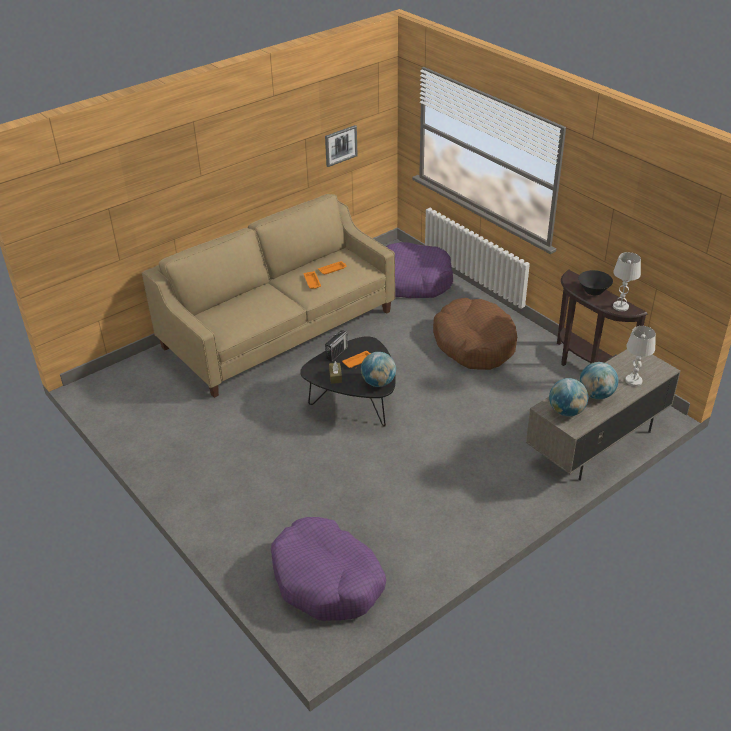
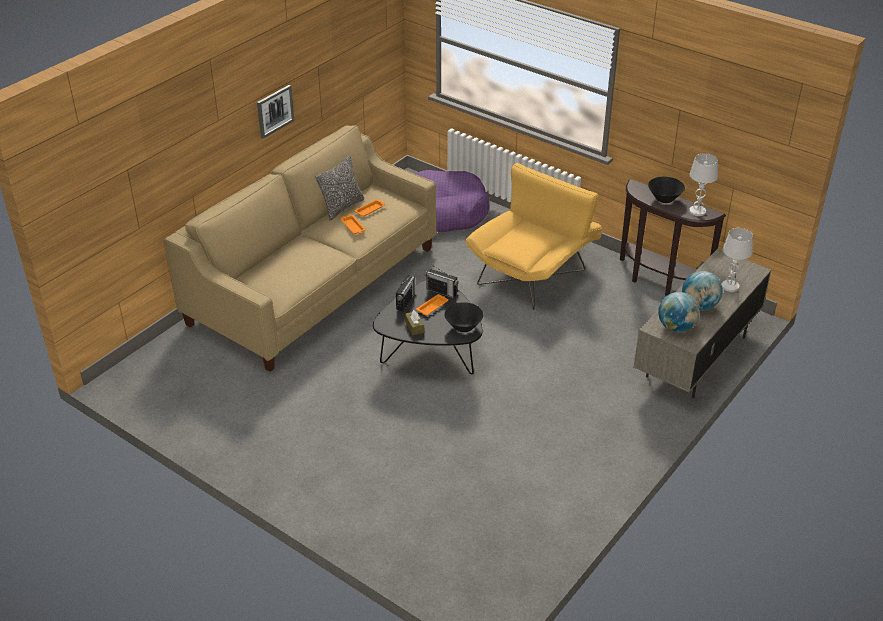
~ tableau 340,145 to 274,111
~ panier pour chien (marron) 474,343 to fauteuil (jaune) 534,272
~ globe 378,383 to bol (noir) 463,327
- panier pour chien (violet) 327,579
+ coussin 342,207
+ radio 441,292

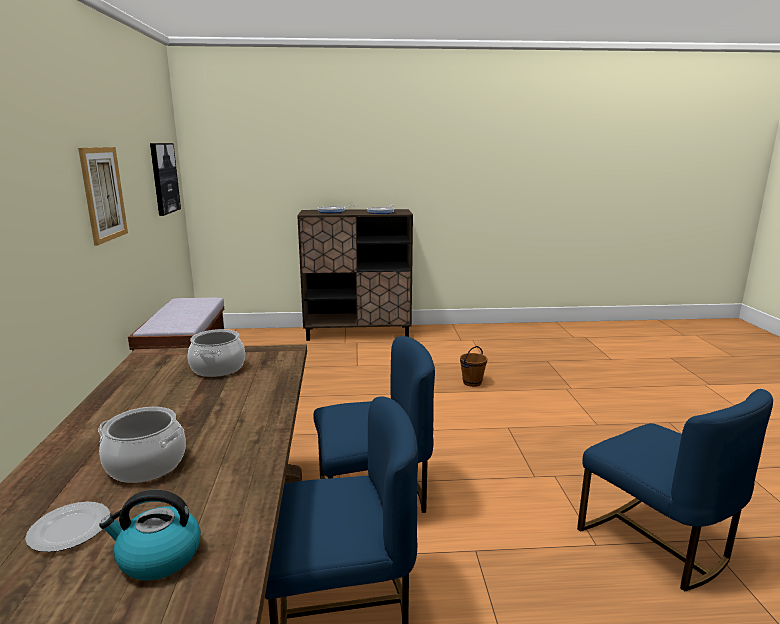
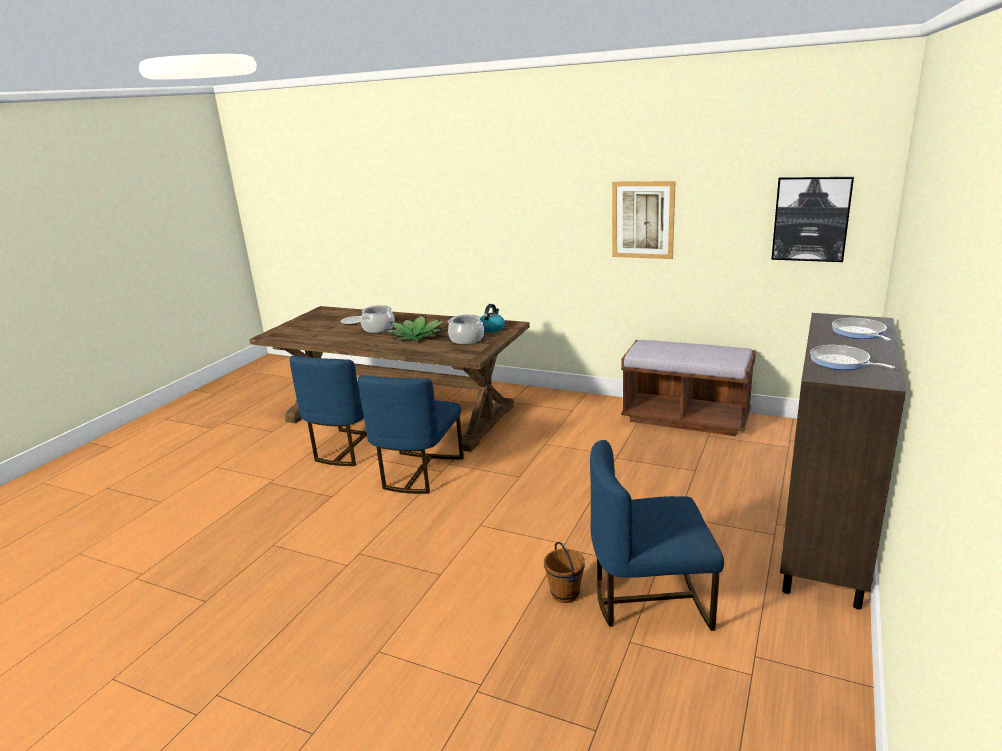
~ chaise (bleu) 656,542 to 650,599
~ bouilloire 158,557 to 491,329
+ plante en pot 416,336

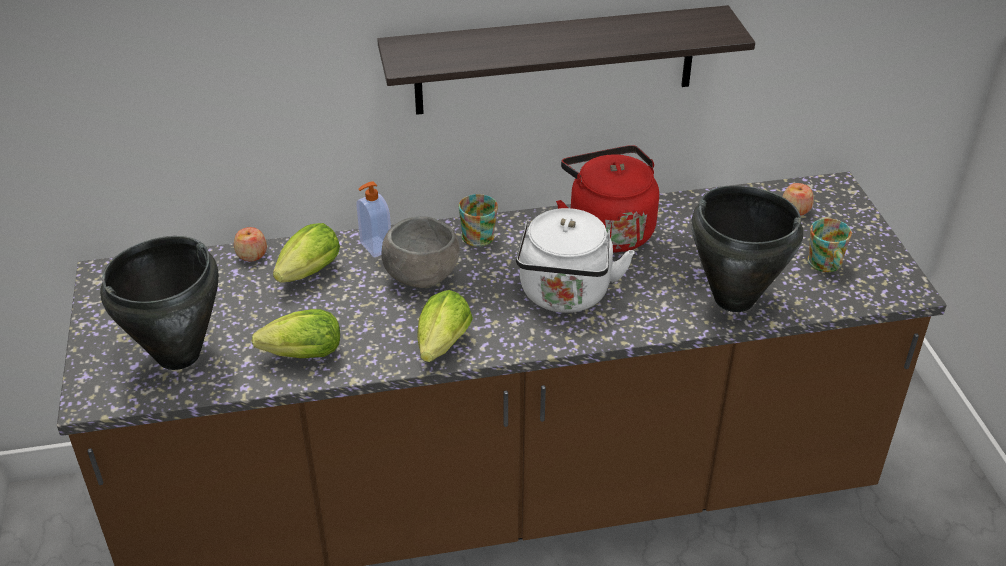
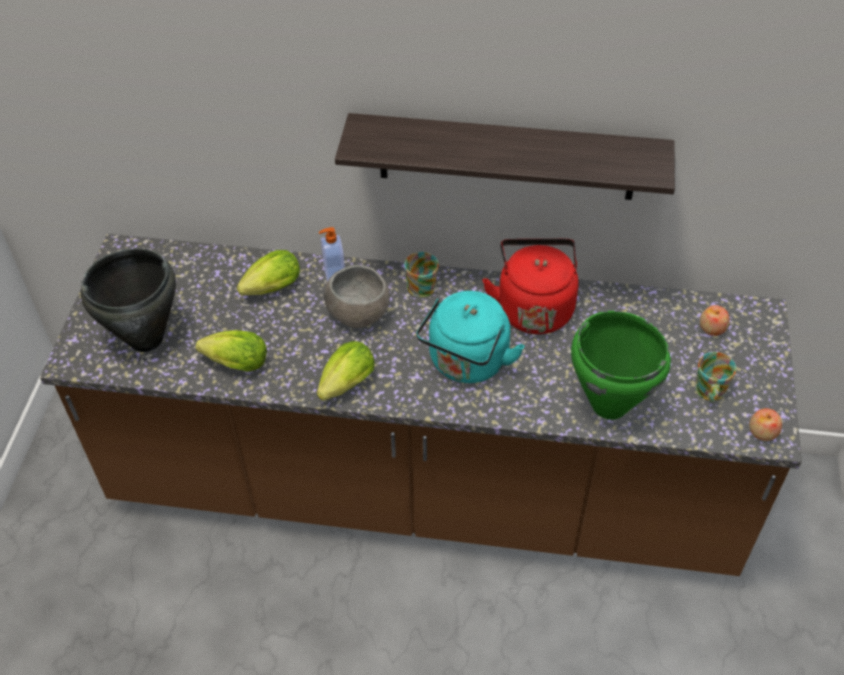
~ marmite (noir) 733,298 to marmite (vert) 609,404
~ bouilloire (blanc) 565,295 to bouilloire (turquoise) 467,363
~ pomme 252,255 to 762,432

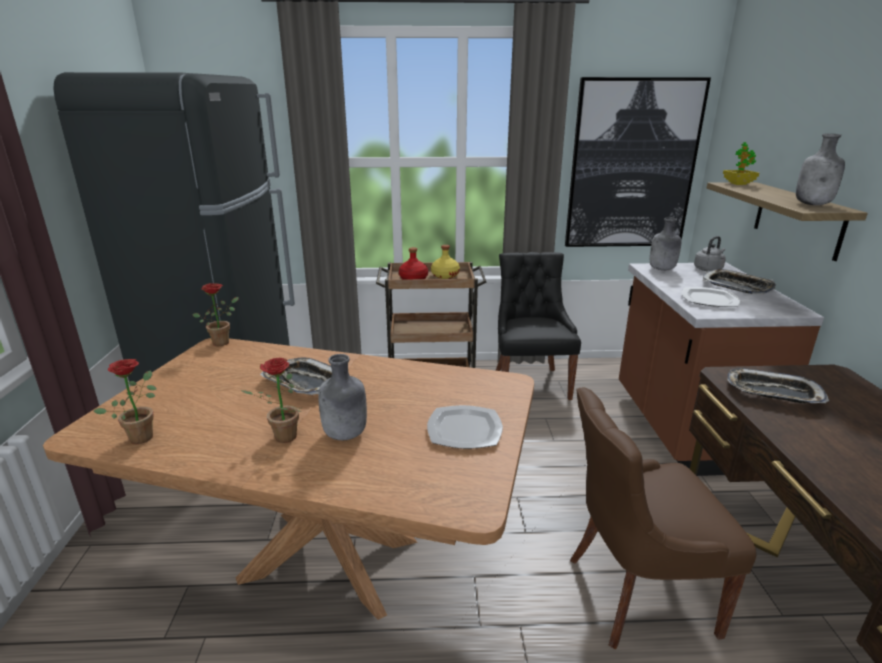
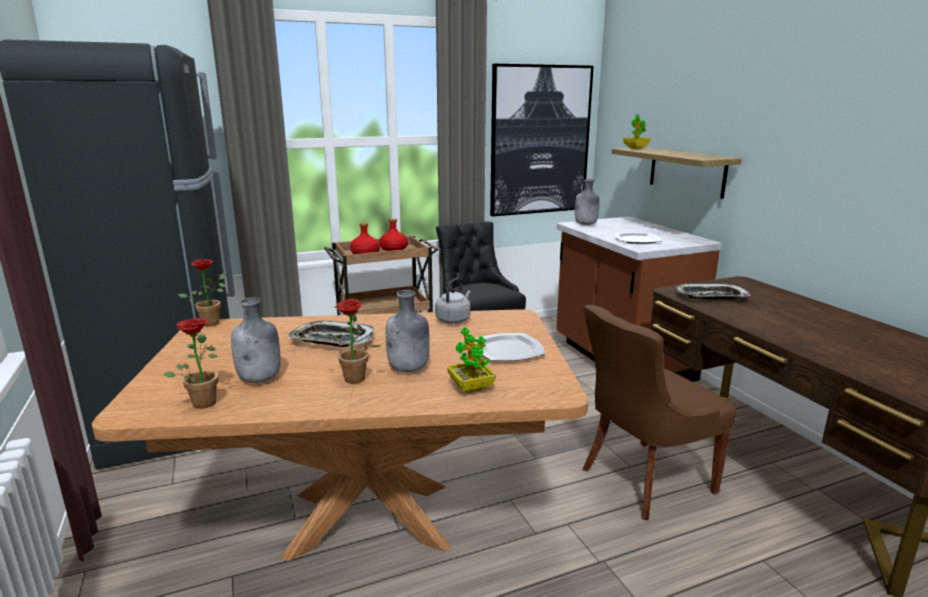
~ bouteille (gris) 813,204 to 260,379
~ bouilloire (gris) 708,269 to 454,319
~ bouteille (jaune) 445,275 to bouteille (rouge) 393,249
- plateau 736,286
+ plante en pot 471,388

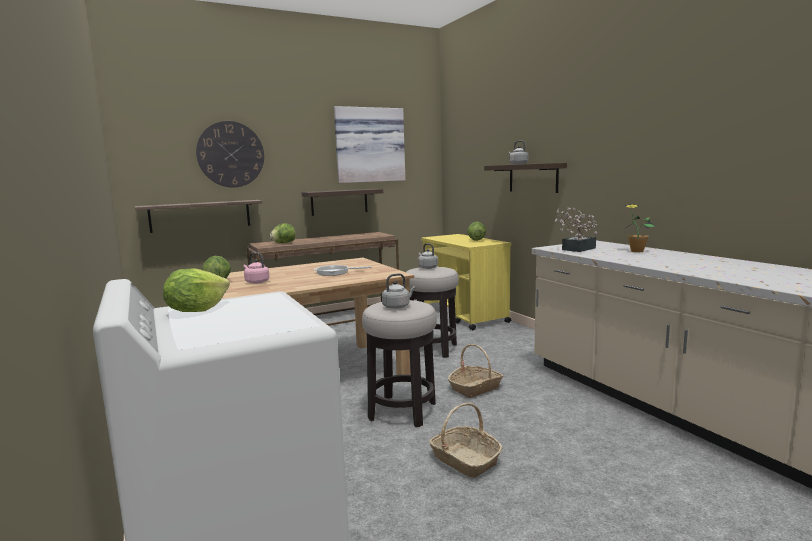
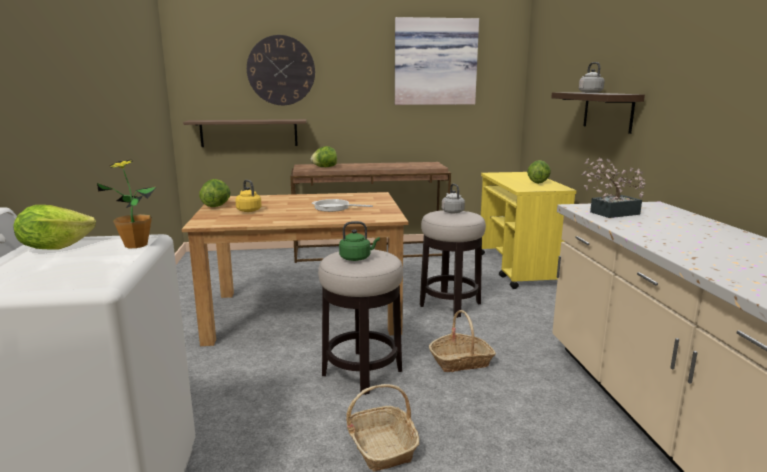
- étagère 339,202
~ plante en pot 637,251 to 136,245
~ bouilloire (rose) 256,282 to bouilloire (jaune) 248,210
~ bouilloire (gris) 397,306 to bouilloire (vert) 357,258

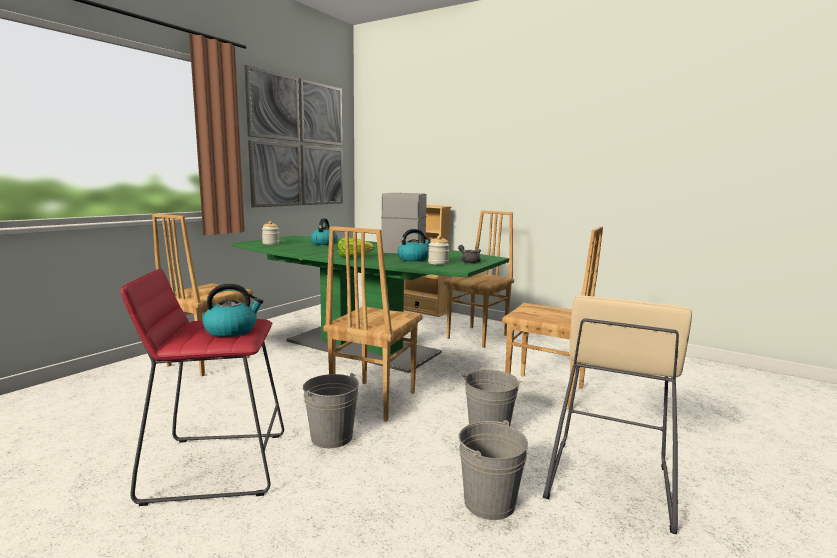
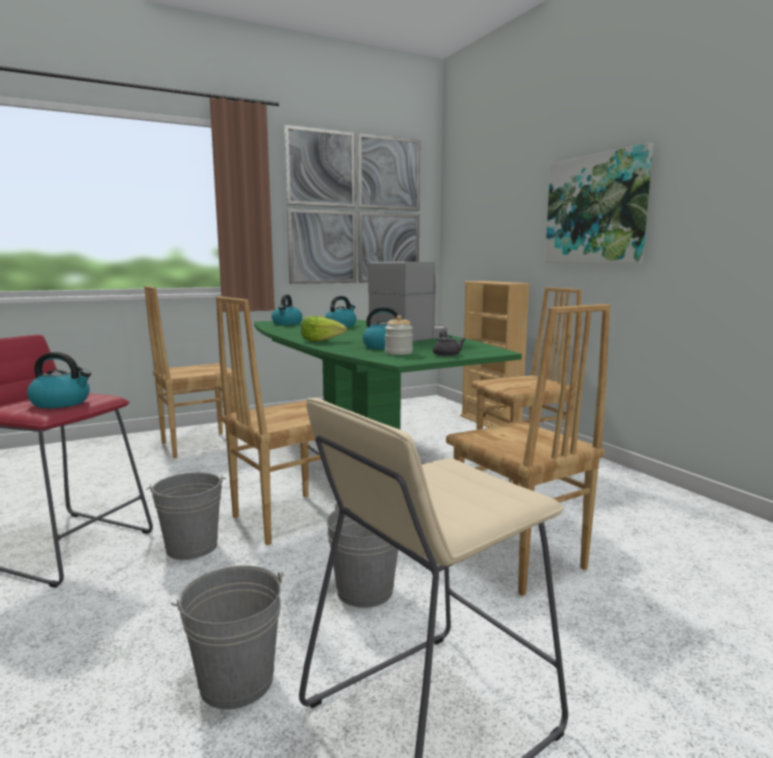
~ bocal 271,243 to bouilloire 287,323
+ tableau 596,209

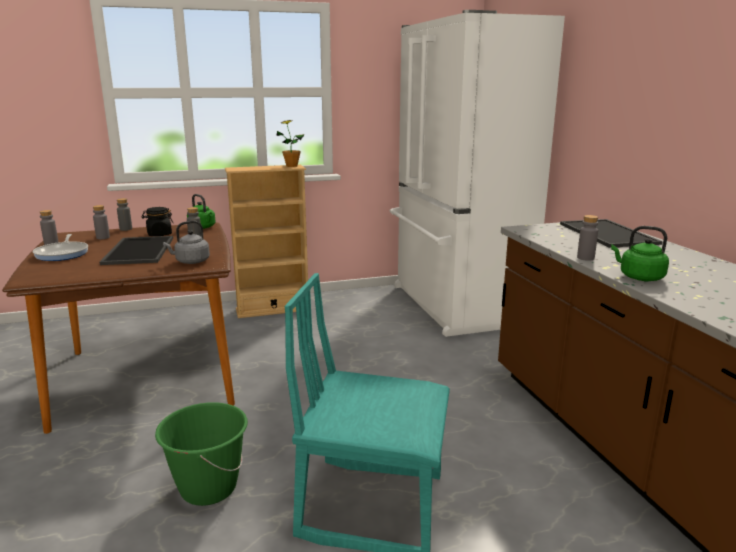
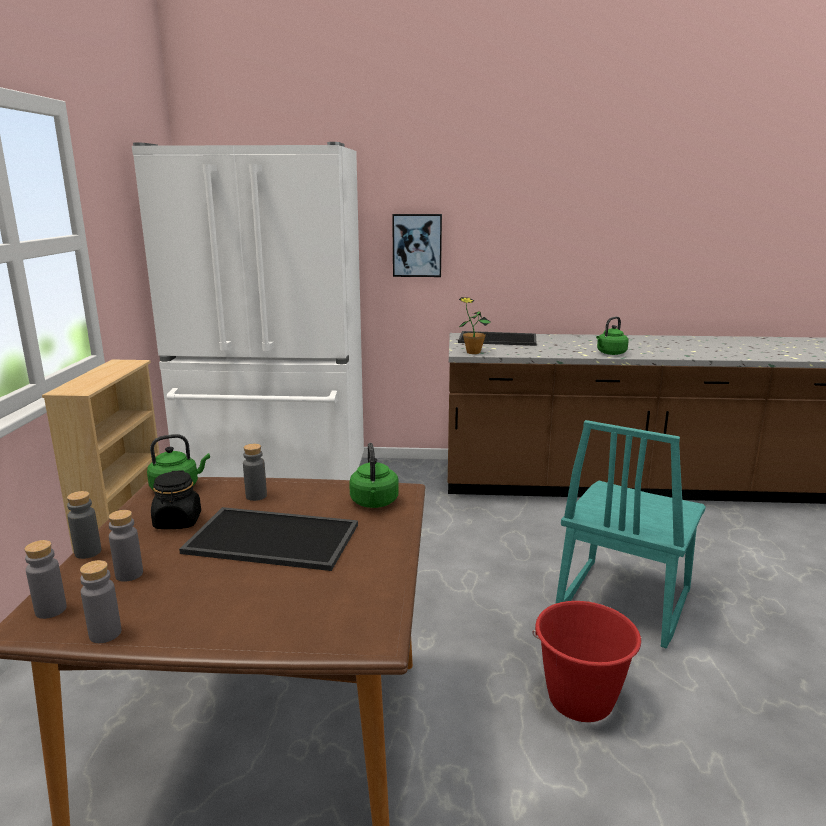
~ plante en pot 291,166 to 473,352
~ bouteille (gris) 585,258 to 51,610
~ bouilloire (gris) 190,262 to bouilloire (vert) 374,503
- poêle 63,253
~ seau (vert) 208,488 to seau (rouge) 580,700
+ tableau 417,245

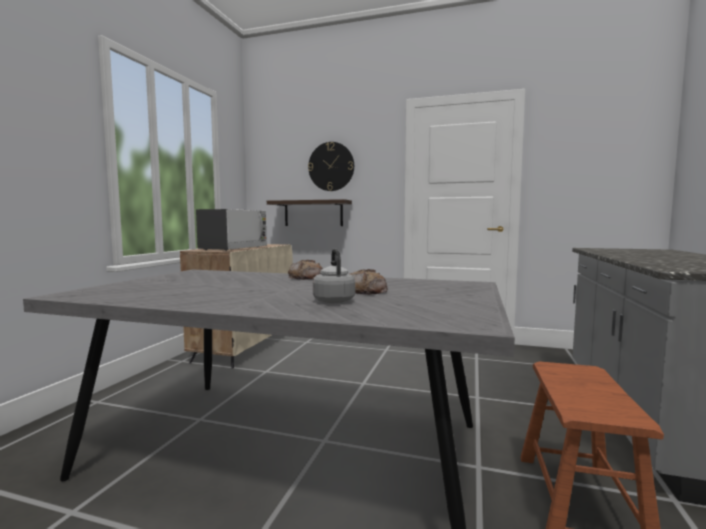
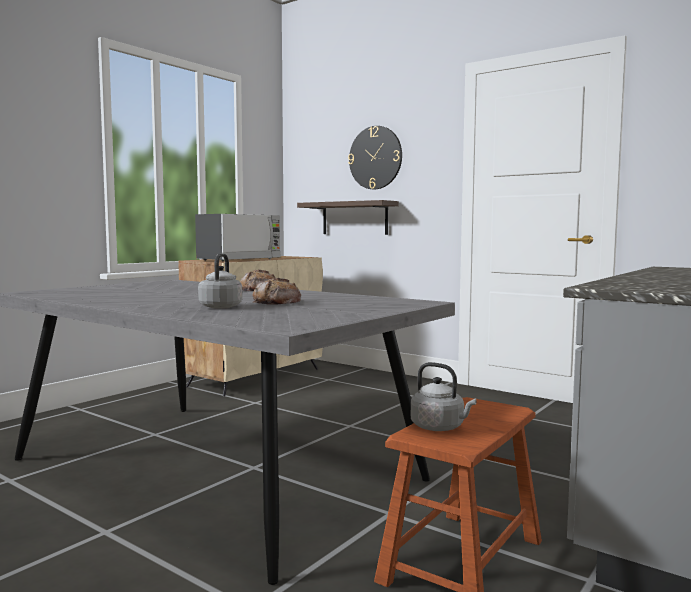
+ bouilloire (gris) 440,427

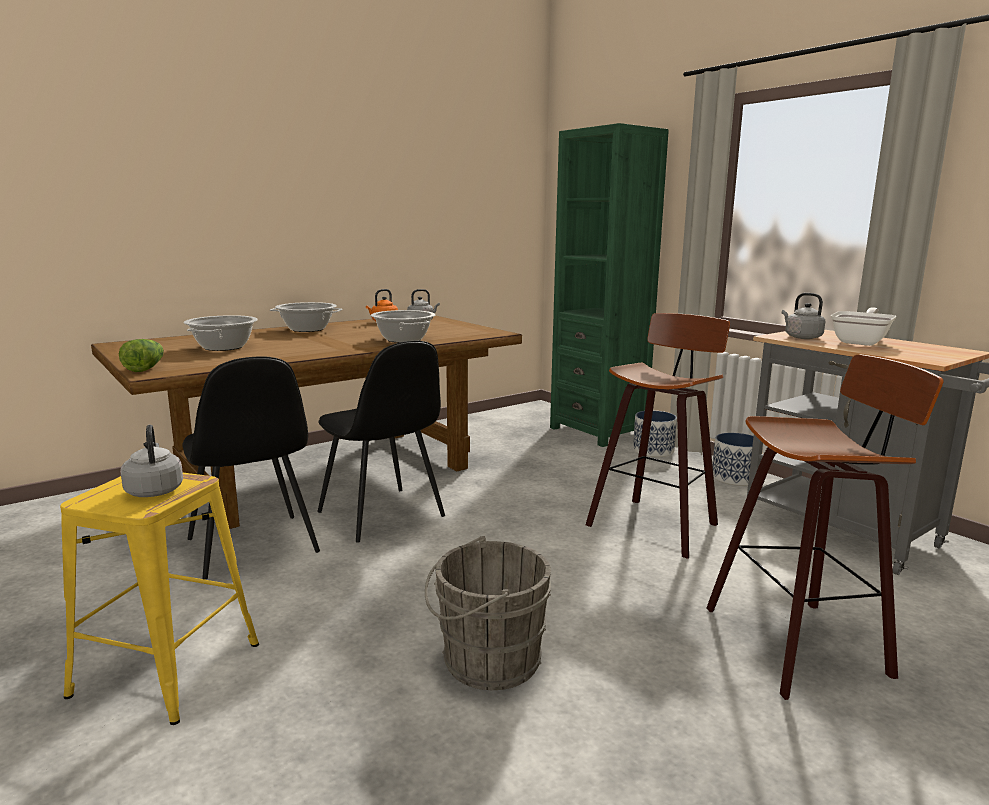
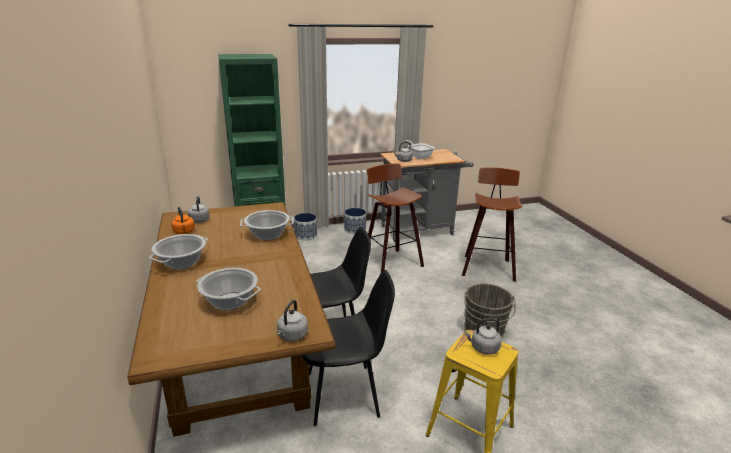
~ laitue 145,368 to bouilloire (gris) 292,335

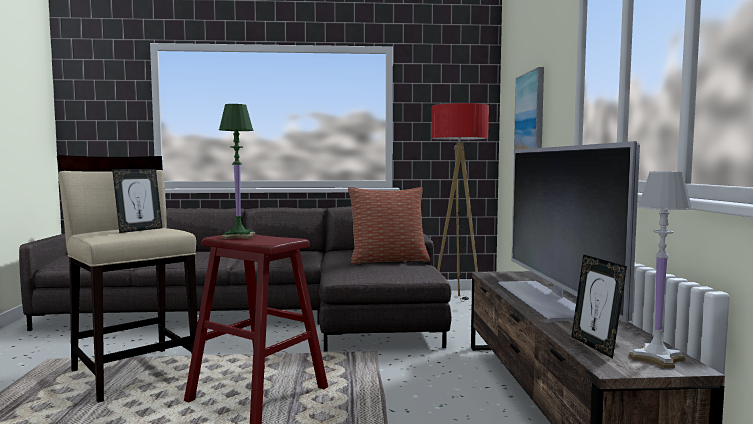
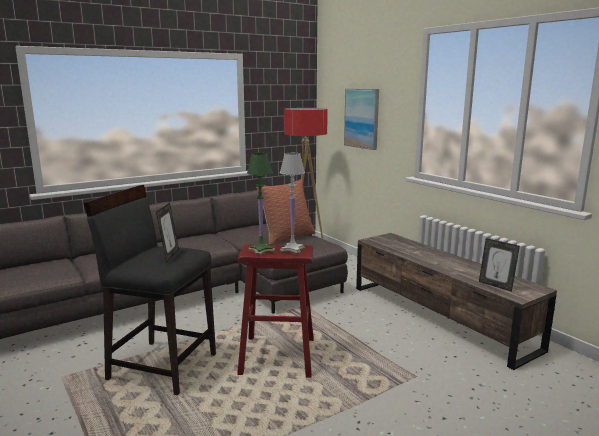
- téléviseur 544,299
~ tabouret (beige) 135,372 to tabouret (noir) 162,366
~ lampe de table (blanc) 656,358 to 292,250

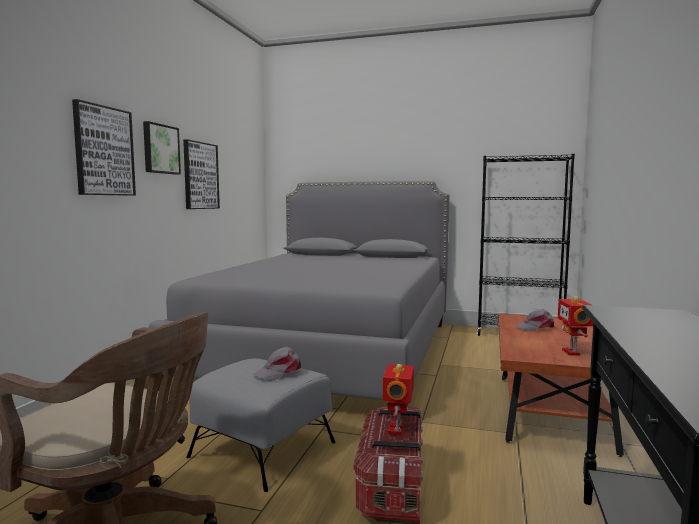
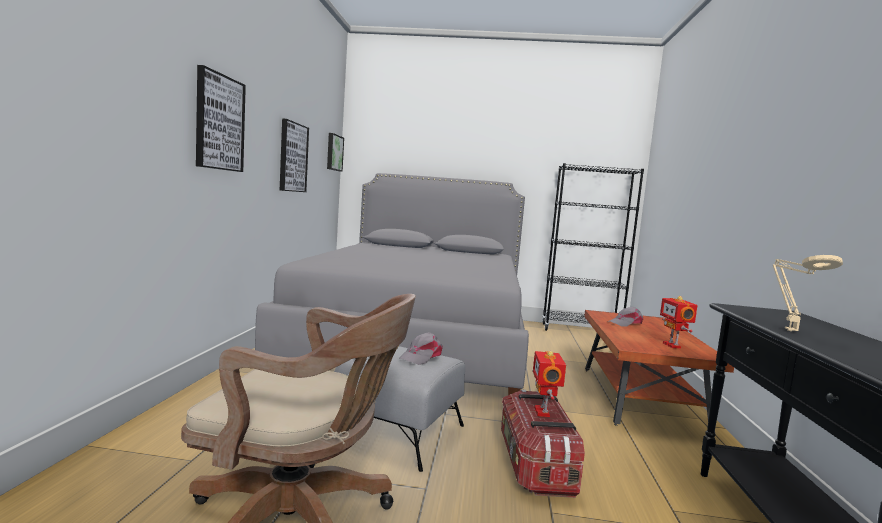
~ tableau 160,149 to 333,152
+ lampe de table (beige) 789,330

